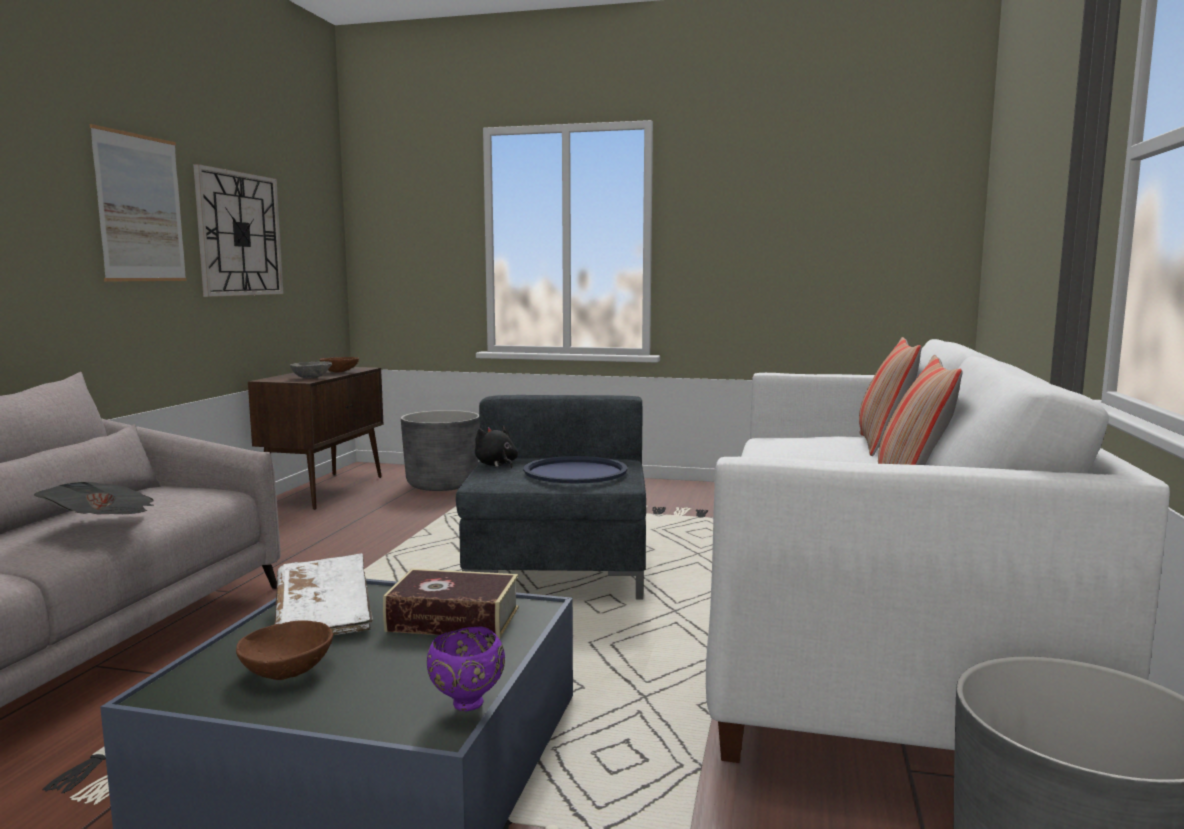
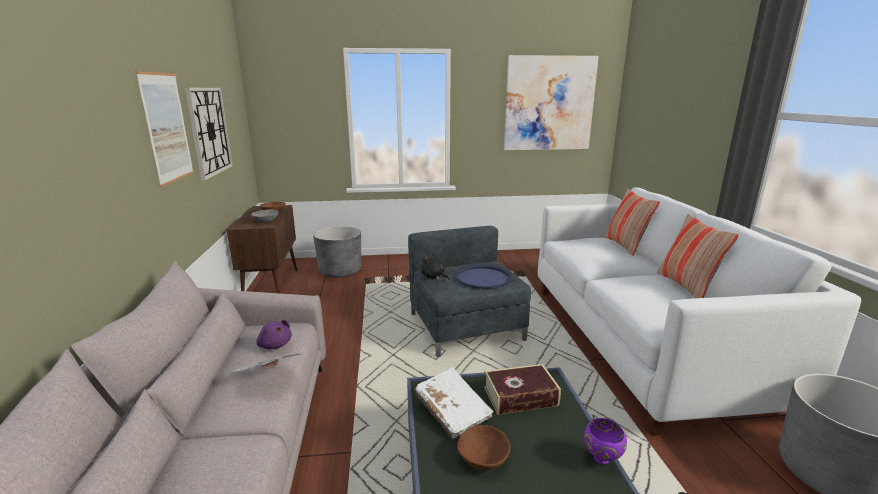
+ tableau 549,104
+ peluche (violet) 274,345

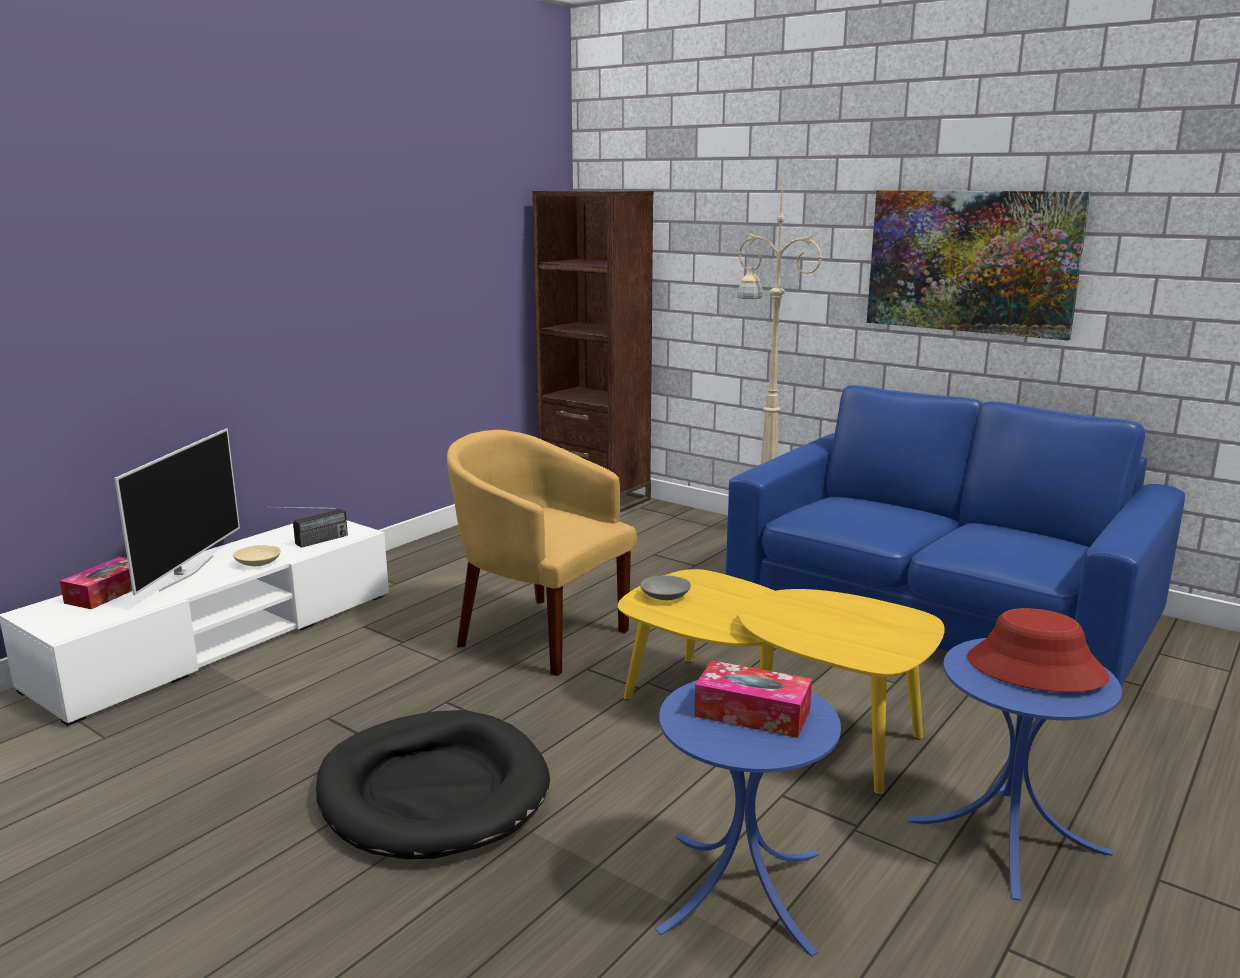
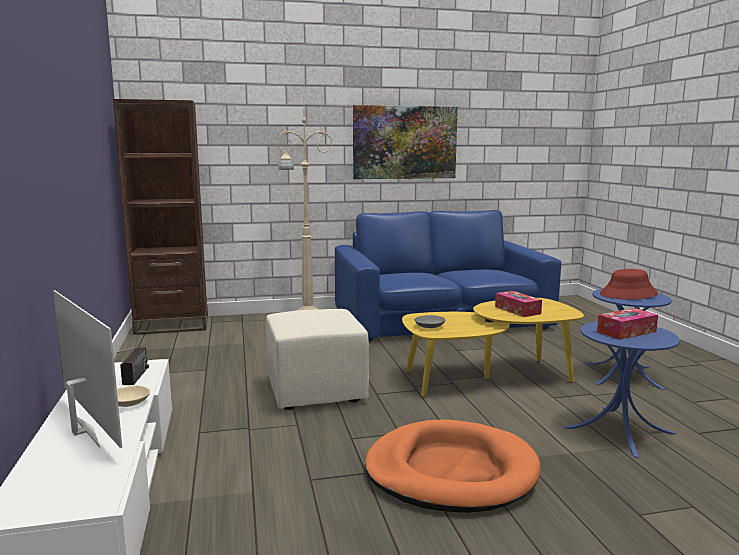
~ fauteuil (jaune) 539,634 to pouf (beige) 315,391
~ boîte à mouchoirs 107,593 to 517,310
~ panier pour chien (noir) 433,791 to panier pour chien (orange) 450,472

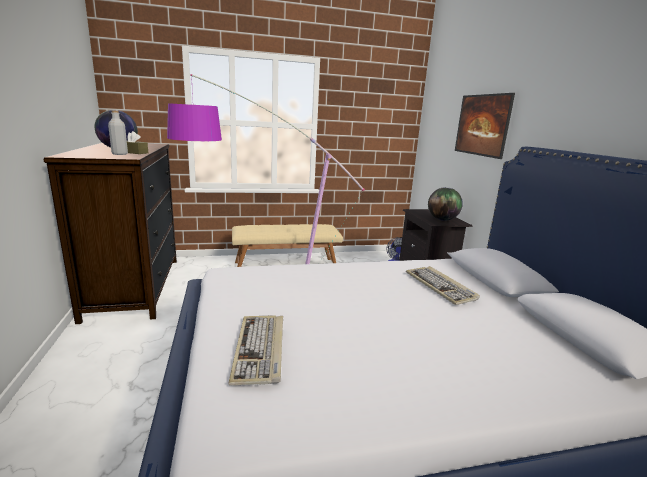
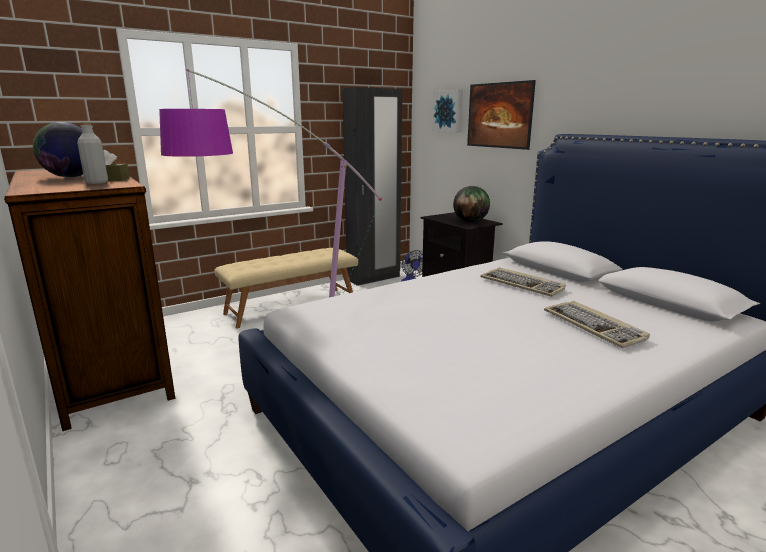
~ clavier 260,350 to 594,326
+ armoire (noir) 374,278
+ tableau 448,111

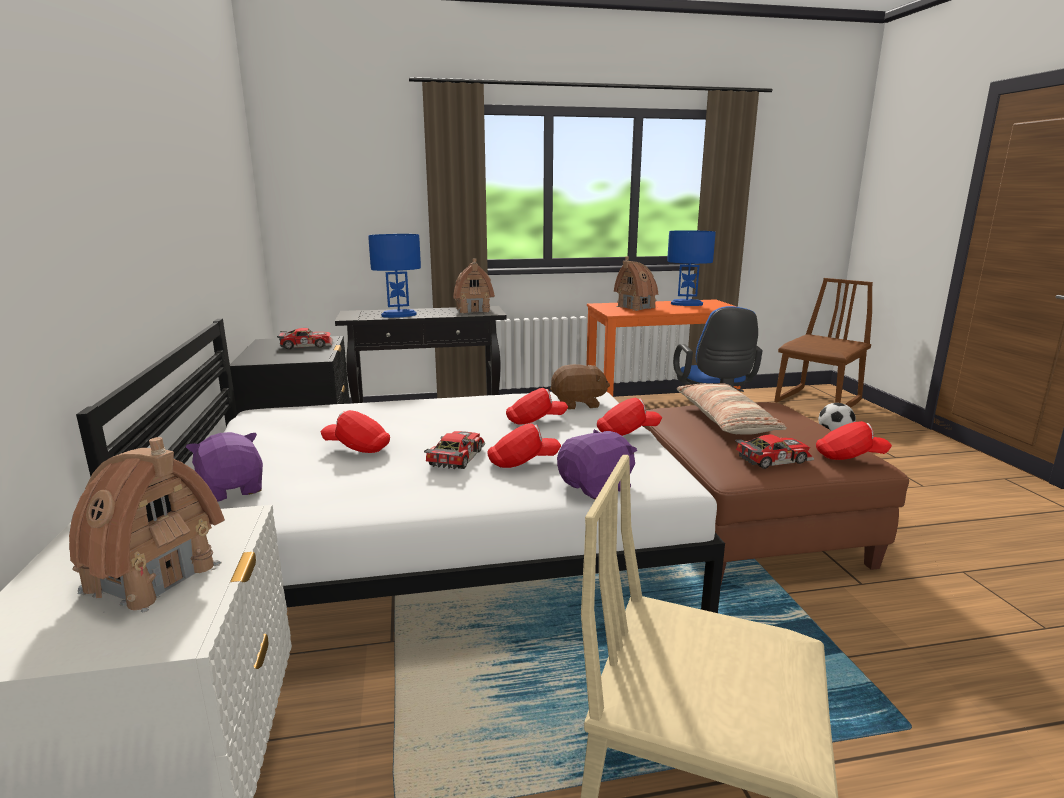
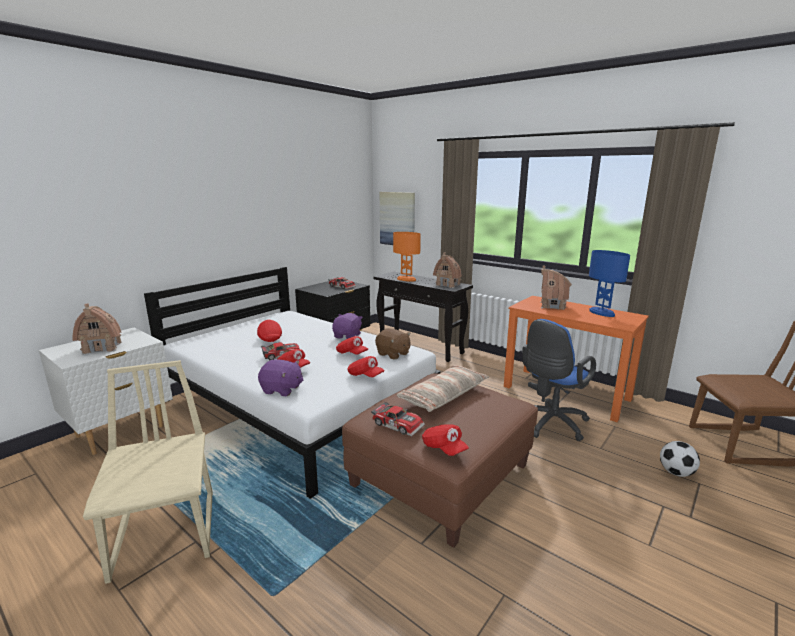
~ lampe de table (bleu) 399,315 to lampe de table (orange) 406,279
~ peluche (violet) 232,490 to 347,336
+ tableau 397,219

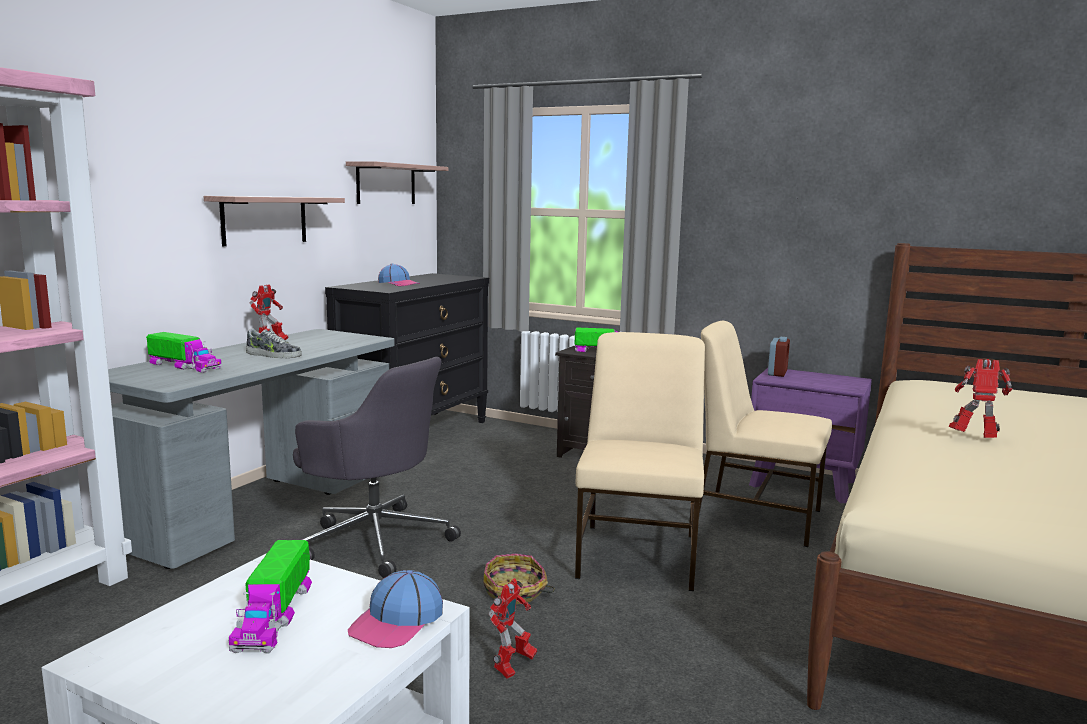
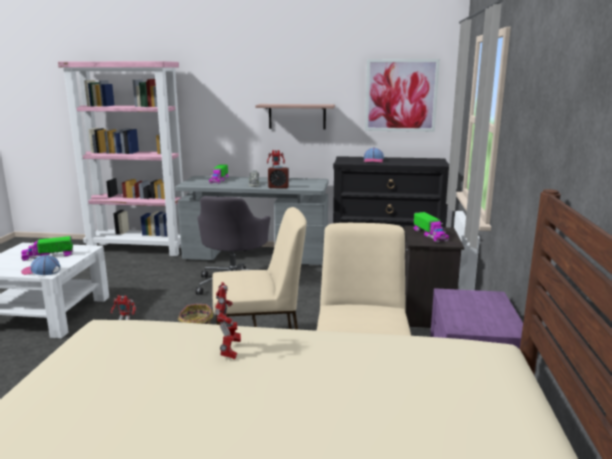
~ étagère 386,184 to tableau 401,95
~ réveil 777,373 to 278,187

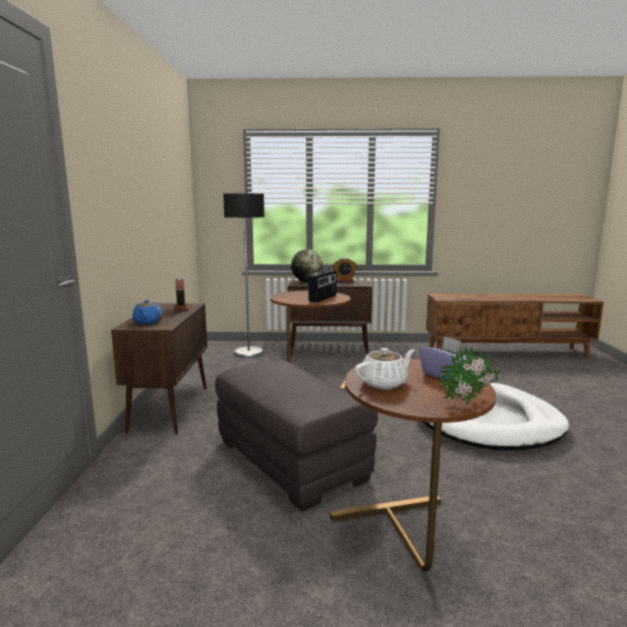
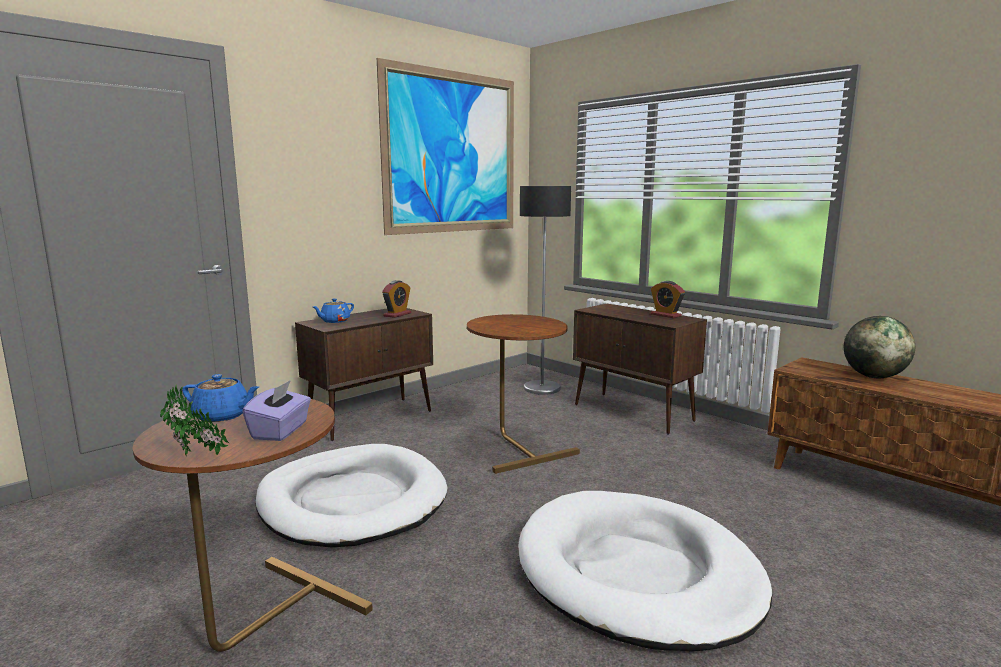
~ globe 306,281 to 873,377
- radio 323,298
~ théière (blanc) 384,383 to théière (bleu) 222,416
~ pouf (gris) 289,459 to panier pour chien (blanc) 352,501
+ tableau 452,153

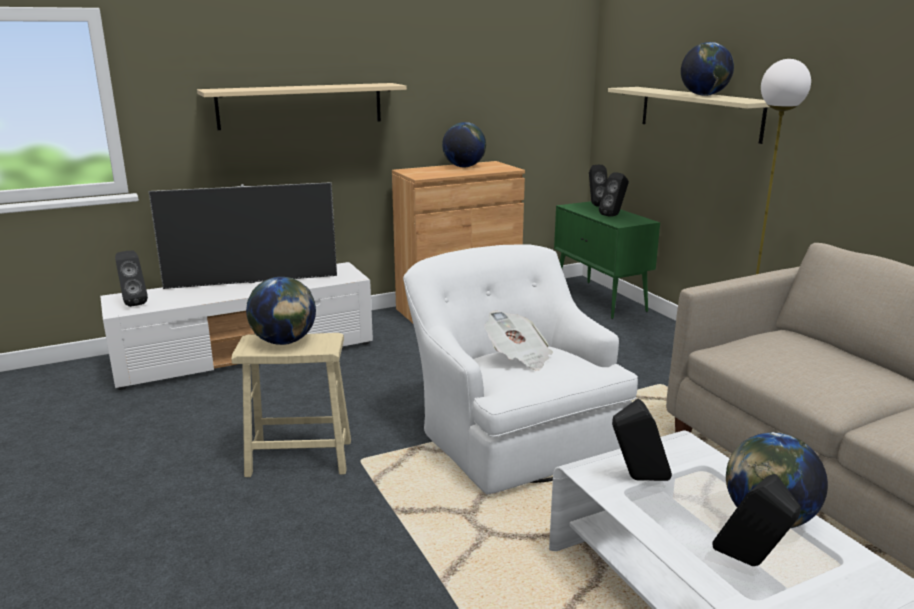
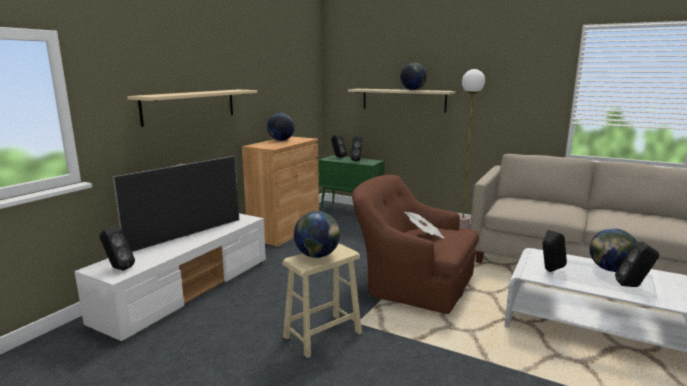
~ fauteuil (blanc) 512,435 to fauteuil (marron) 411,284

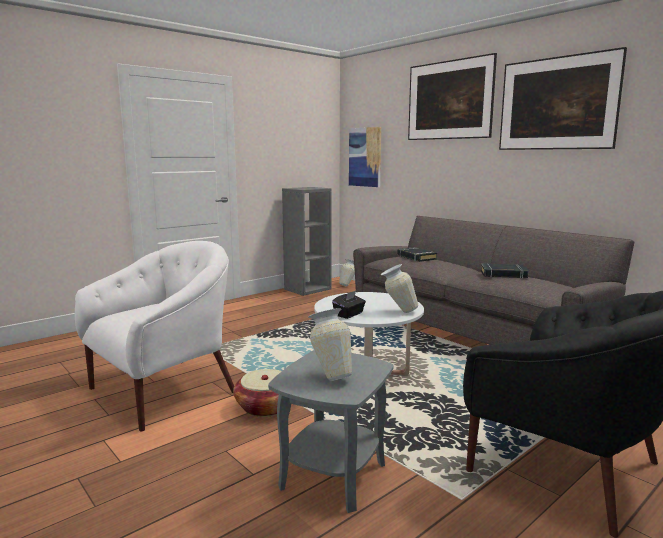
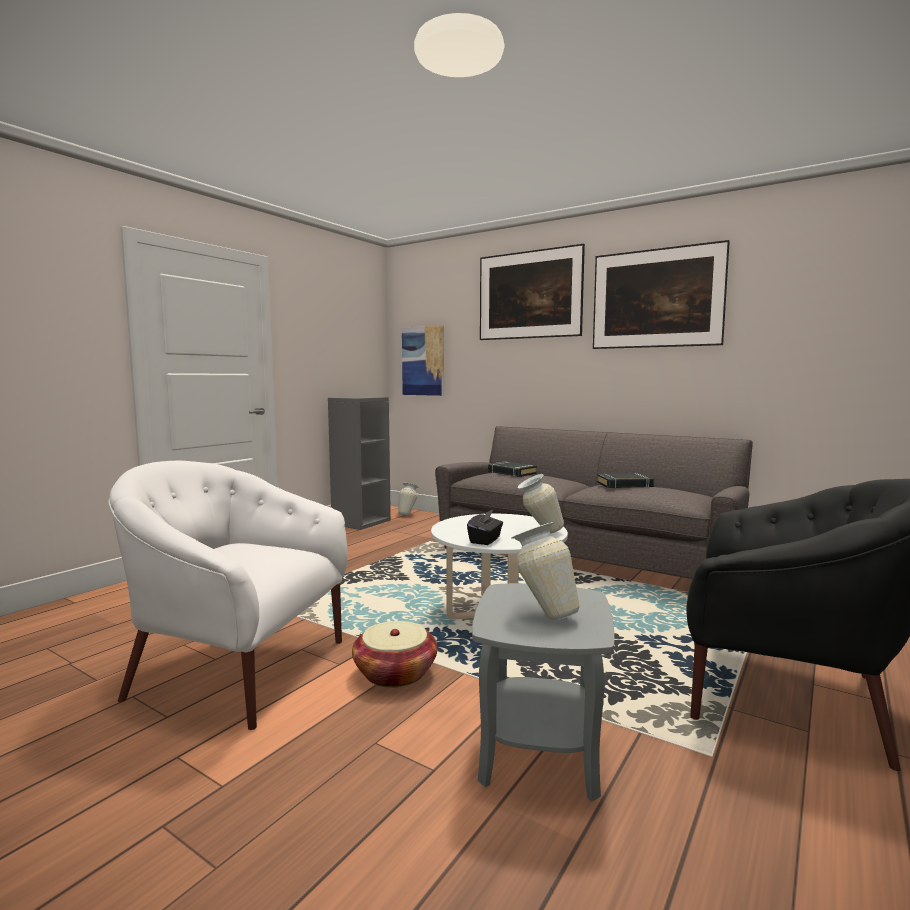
~ fauteuil (blanc) 164,390 = 237,669 105 degrees counterclockwise

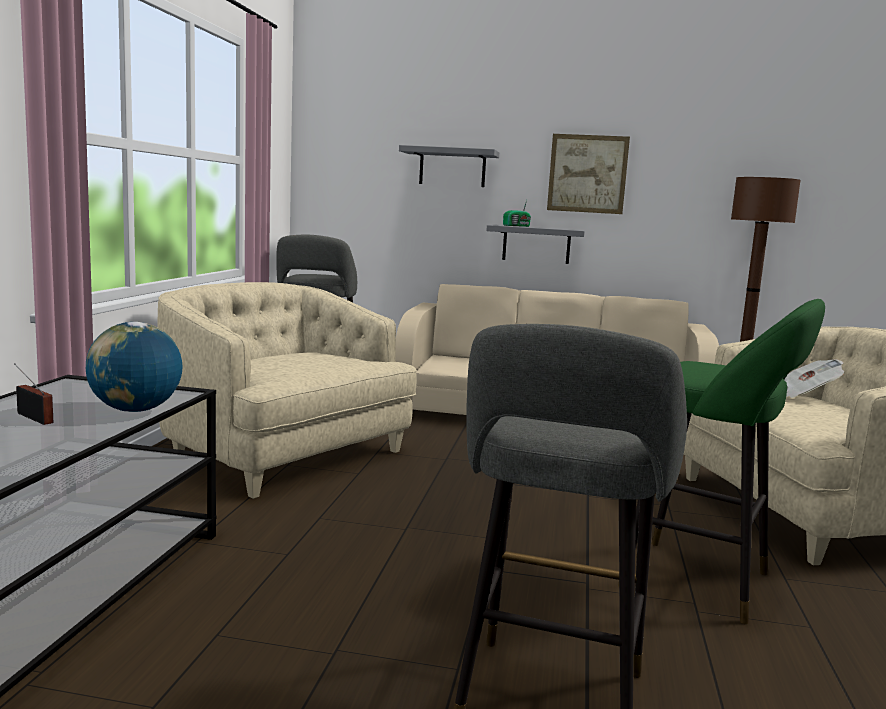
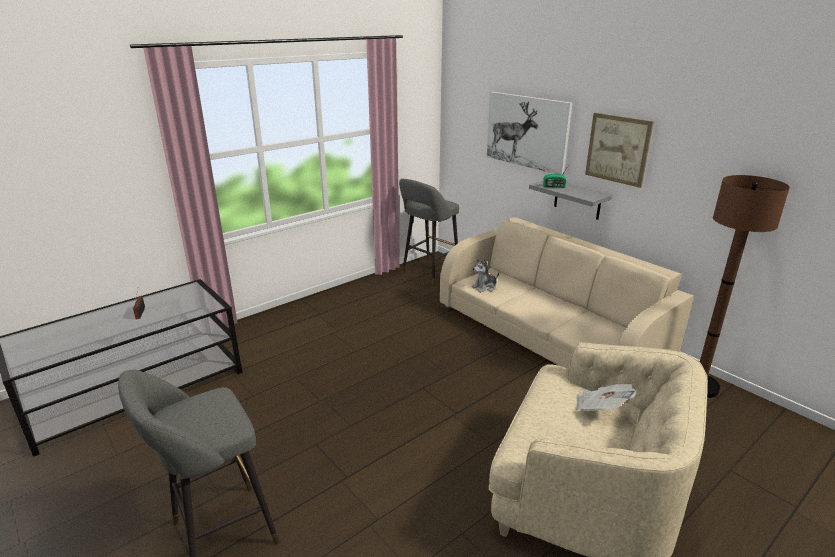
~ étagère (gris) 452,168 to tableau 527,132
- fauteuil (beige) 284,455
- tabouret (vert) 705,582
- globe 135,410
+ peluche 485,287

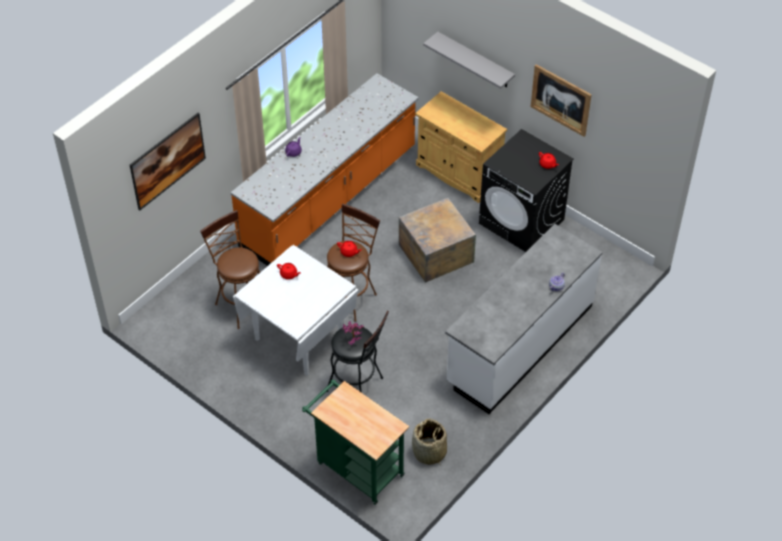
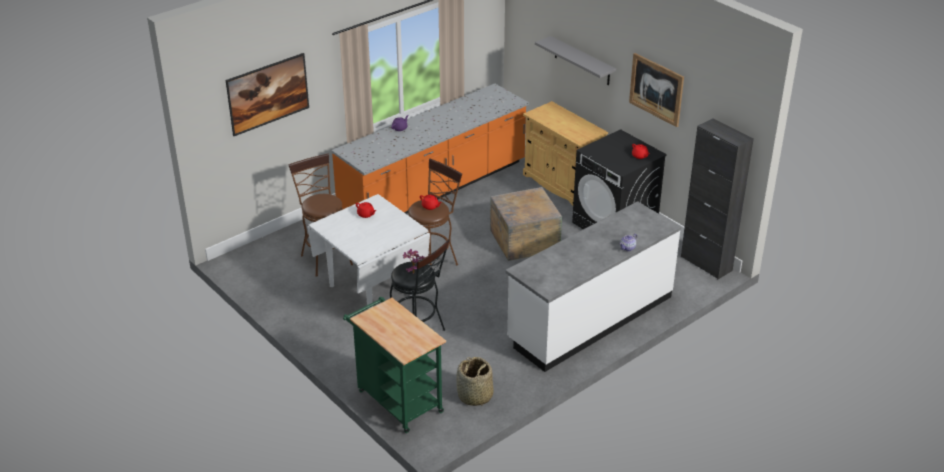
+ meuble de rangement (noir) 706,263

